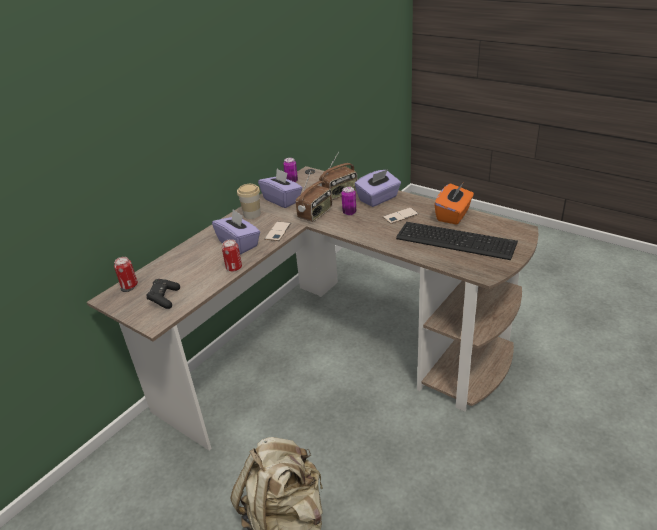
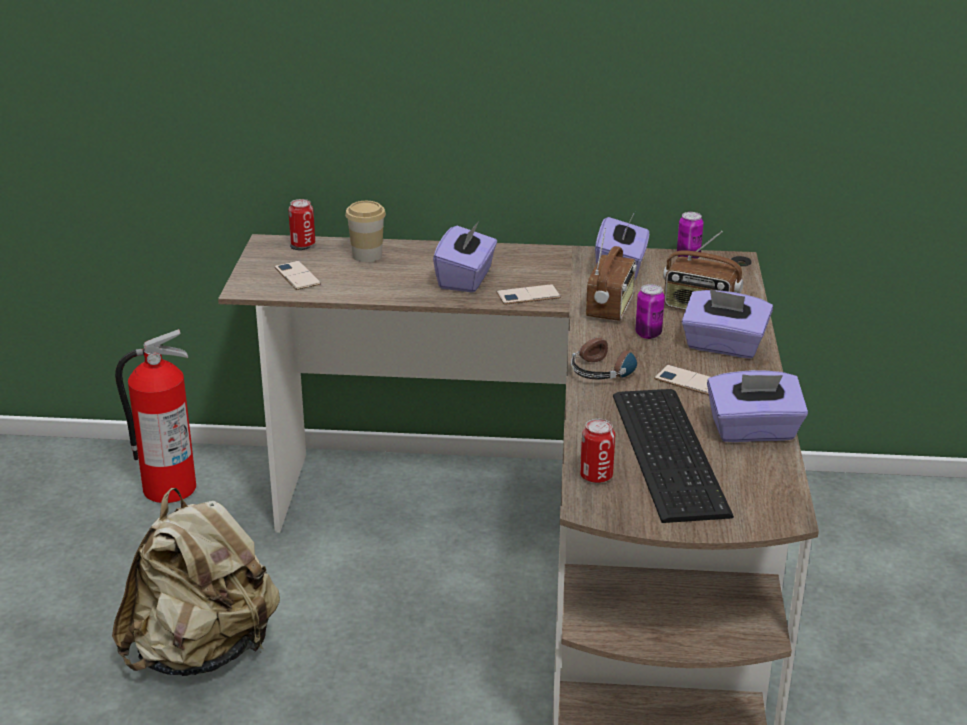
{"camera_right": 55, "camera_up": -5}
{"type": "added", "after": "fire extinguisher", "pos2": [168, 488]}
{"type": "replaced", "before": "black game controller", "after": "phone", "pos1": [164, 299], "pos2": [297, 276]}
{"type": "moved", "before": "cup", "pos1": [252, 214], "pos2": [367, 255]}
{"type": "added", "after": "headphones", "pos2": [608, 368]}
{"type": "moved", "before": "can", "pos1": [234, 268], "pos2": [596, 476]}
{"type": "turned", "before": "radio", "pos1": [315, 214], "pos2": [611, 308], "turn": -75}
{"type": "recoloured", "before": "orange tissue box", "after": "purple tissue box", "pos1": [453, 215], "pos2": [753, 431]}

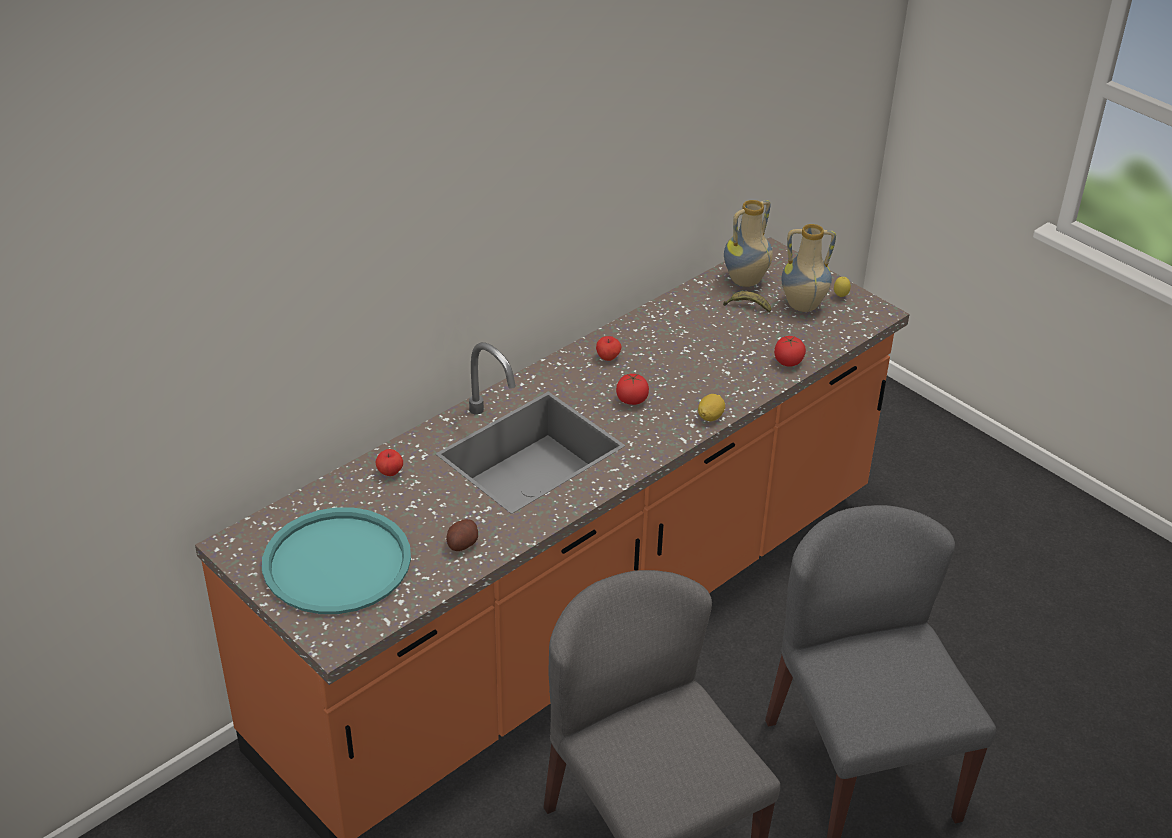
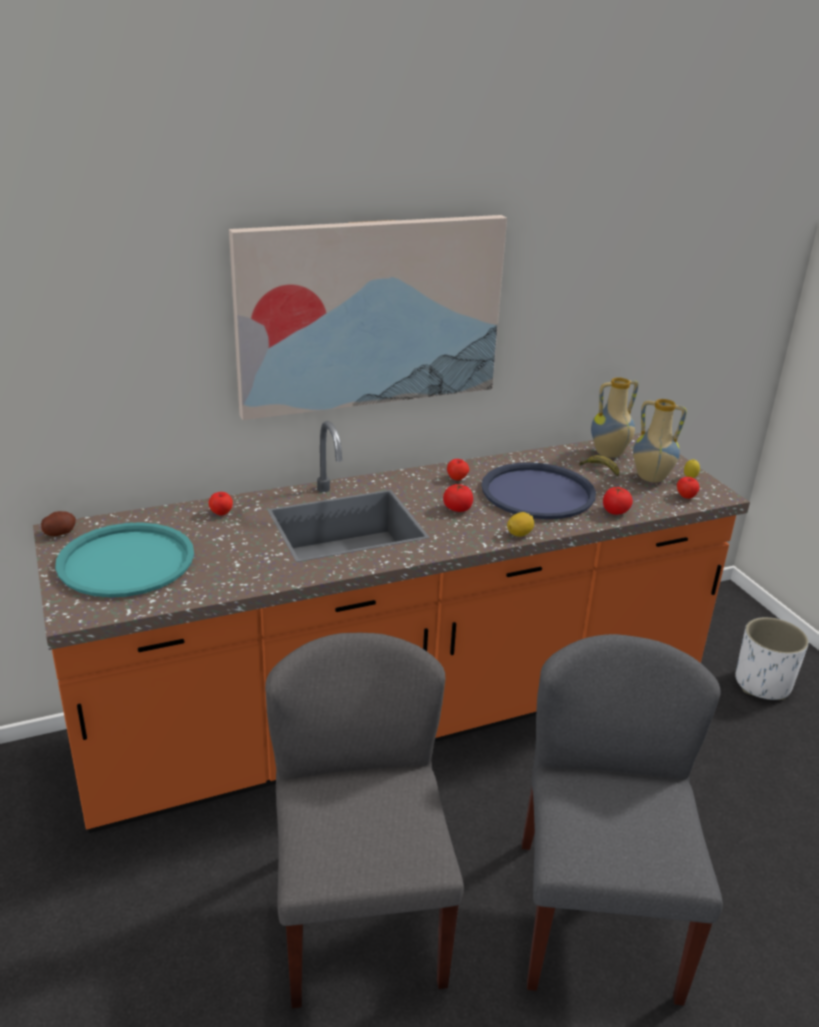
{"camera_right": 20, "camera_up": -10}
{"type": "moved", "before": "potato", "pos1": [462, 544], "pos2": [60, 533]}
{"type": "added", "after": "picture", "pos2": [370, 314]}
{"type": "added", "after": "blue tray", "pos2": [538, 492]}
{"type": "added", "after": "apple", "pos2": [685, 496]}
{"type": "added", "after": "white planter", "pos2": [762, 684]}

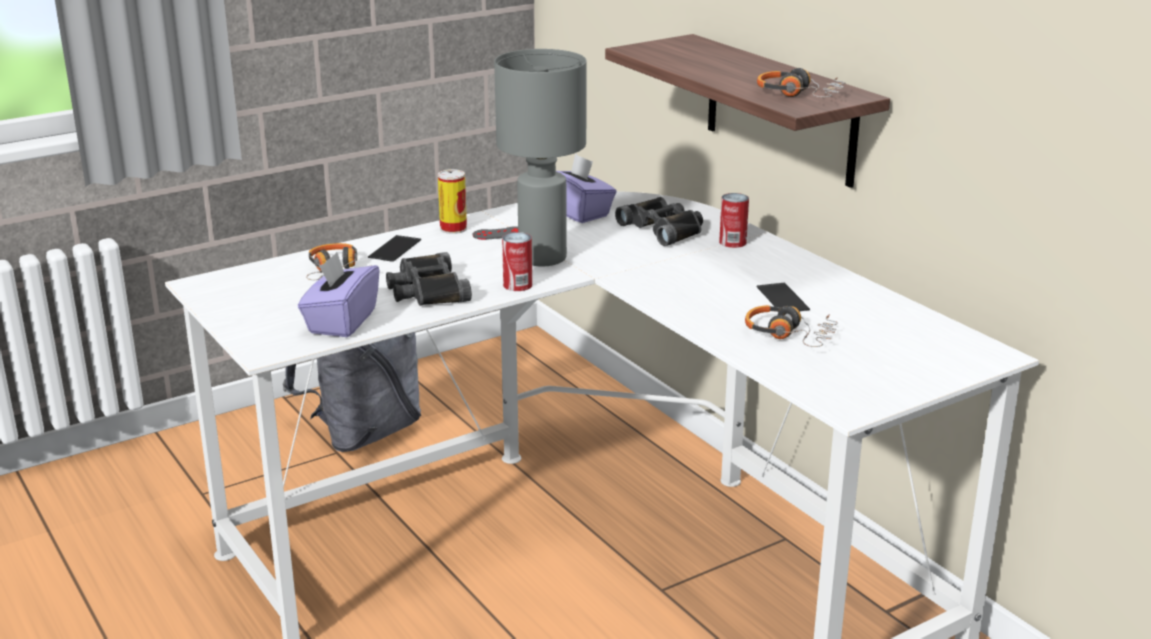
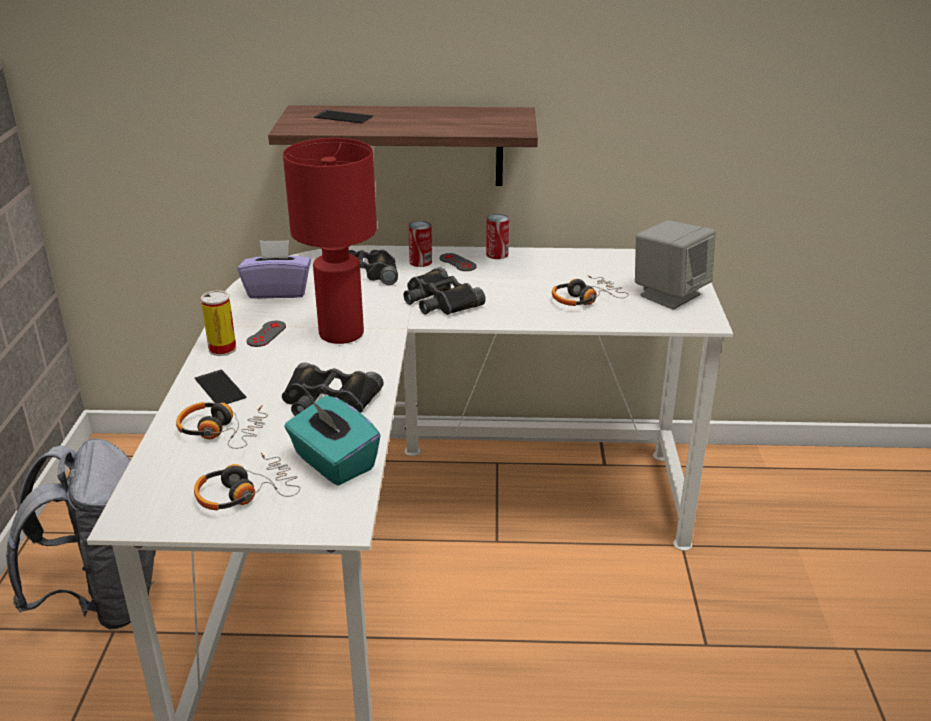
{"camera_right": -55, "camera_up": 5}
{"type": "moved", "before": "headphones", "pos1": [799, 94], "pos2": [246, 493]}
{"type": "recoloured", "before": "grey table lamp", "after": "red table lamp", "pos1": [541, 258], "pos2": [340, 334]}
{"type": "recoloured", "before": "purple tissue box", "after": "turquoise tissue box", "pos1": [341, 321], "pos2": [333, 463]}
{"type": "moved", "before": "phone", "pos1": [782, 298], "pos2": [343, 117]}
{"type": "added", "after": "black binoculars", "pos2": [439, 301]}
{"type": "added", "after": "grey game controller", "pos2": [457, 262]}
{"type": "moved", "before": "can", "pos1": [517, 285], "pos2": [497, 254]}
{"type": "added", "after": "grey speaker", "pos2": [669, 295]}

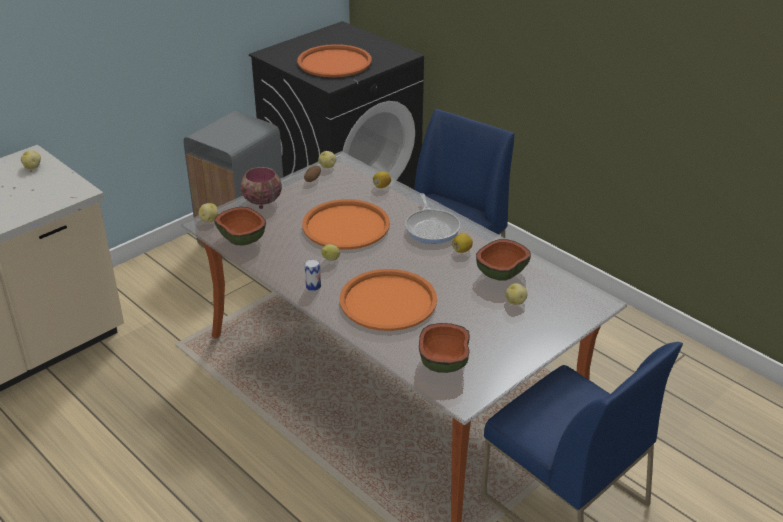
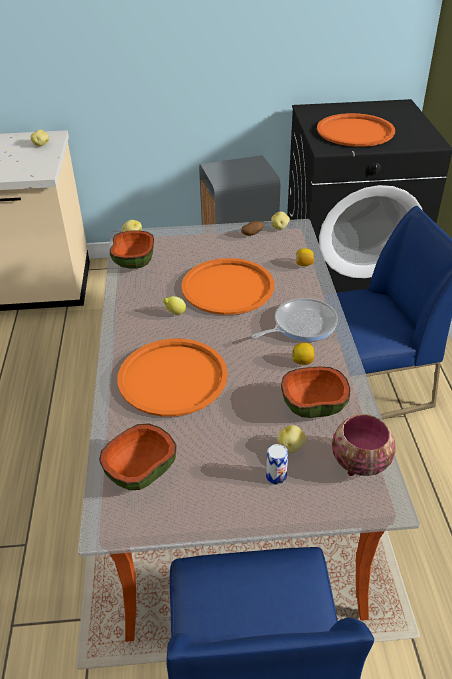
{"camera_right": 40, "camera_up": 5}
{"type": "turned", "before": "frying pan", "pos1": [432, 228], "pos2": [301, 325], "turn": -150}
{"type": "moved", "before": "can", "pos1": [313, 286], "pos2": [276, 476]}
{"type": "moved", "before": "bowl", "pos1": [261, 202], "pos2": [358, 462]}

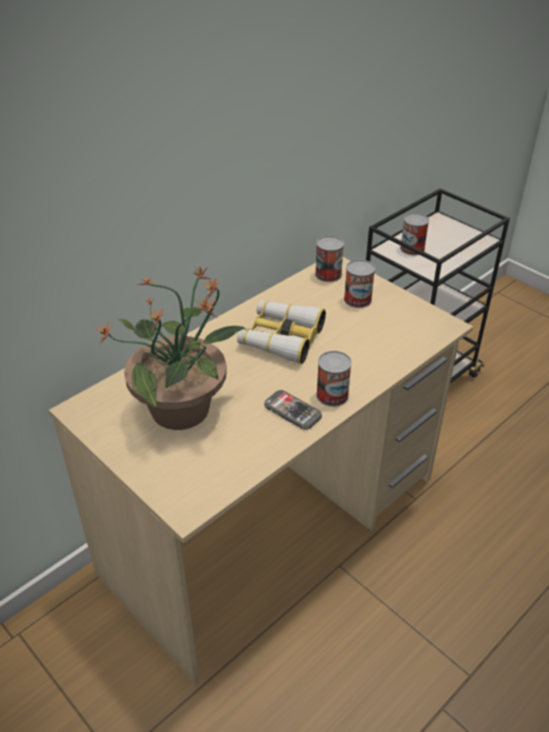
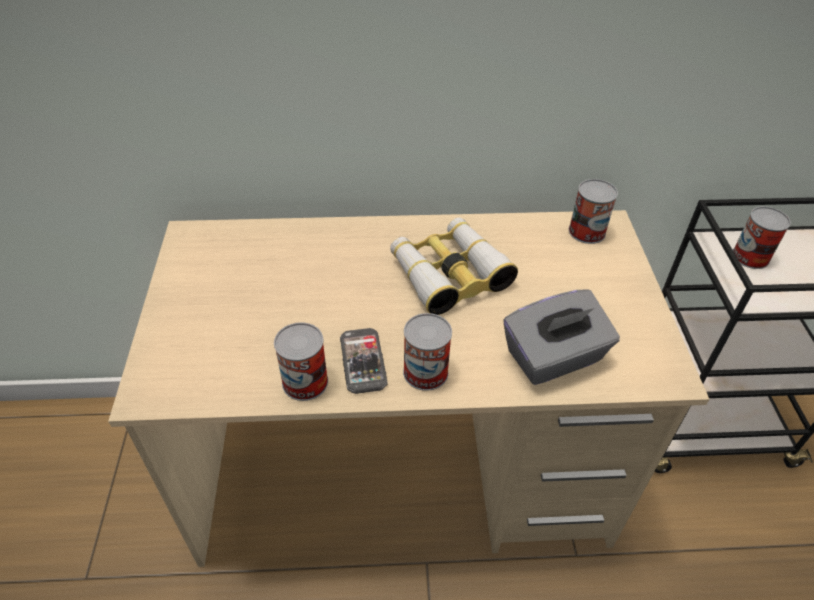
{"camera_right": 40, "camera_up": 5}
{"type": "moved", "before": "can", "pos1": [357, 299], "pos2": [305, 382]}
{"type": "added", "after": "grey tissue box", "pos2": [554, 358]}
{"type": "removed", "before": "potted plant", "pos1": [182, 409]}

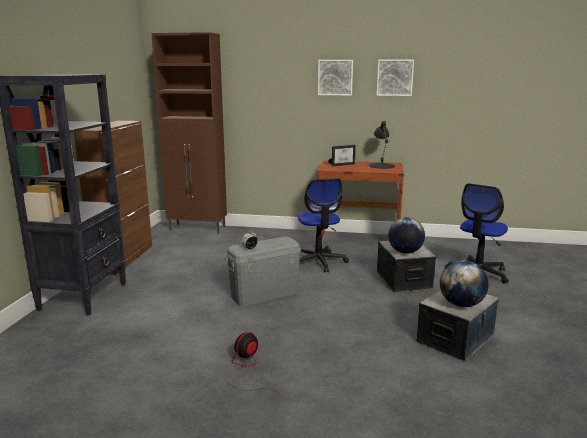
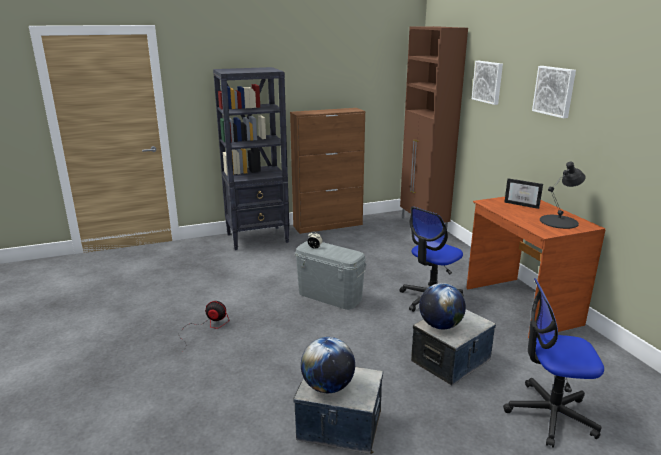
{"camera_right": 60, "camera_up": 5}
{"type": "moved", "before": "picture", "pos1": [394, 77], "pos2": [488, 82]}

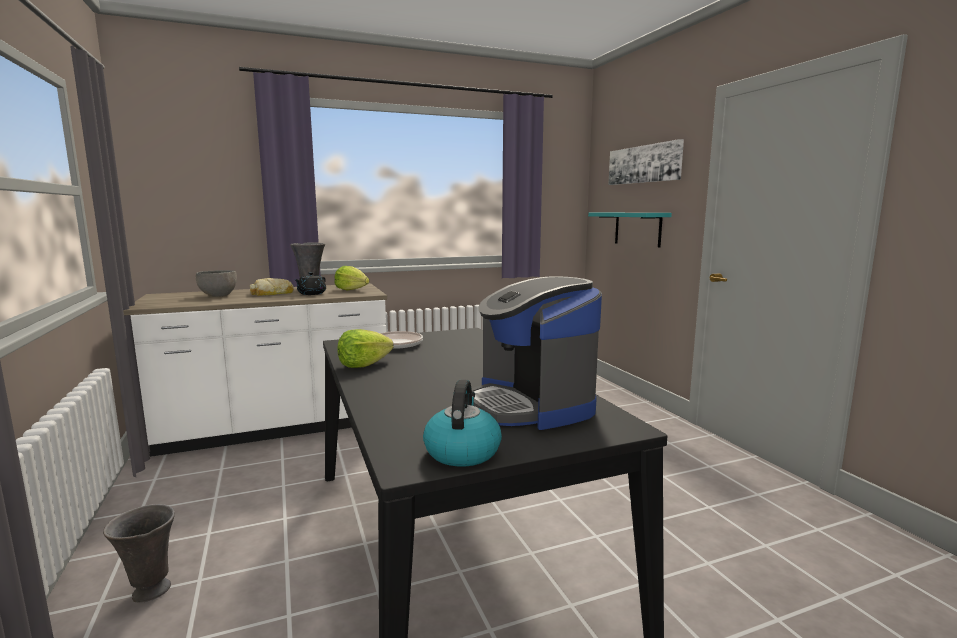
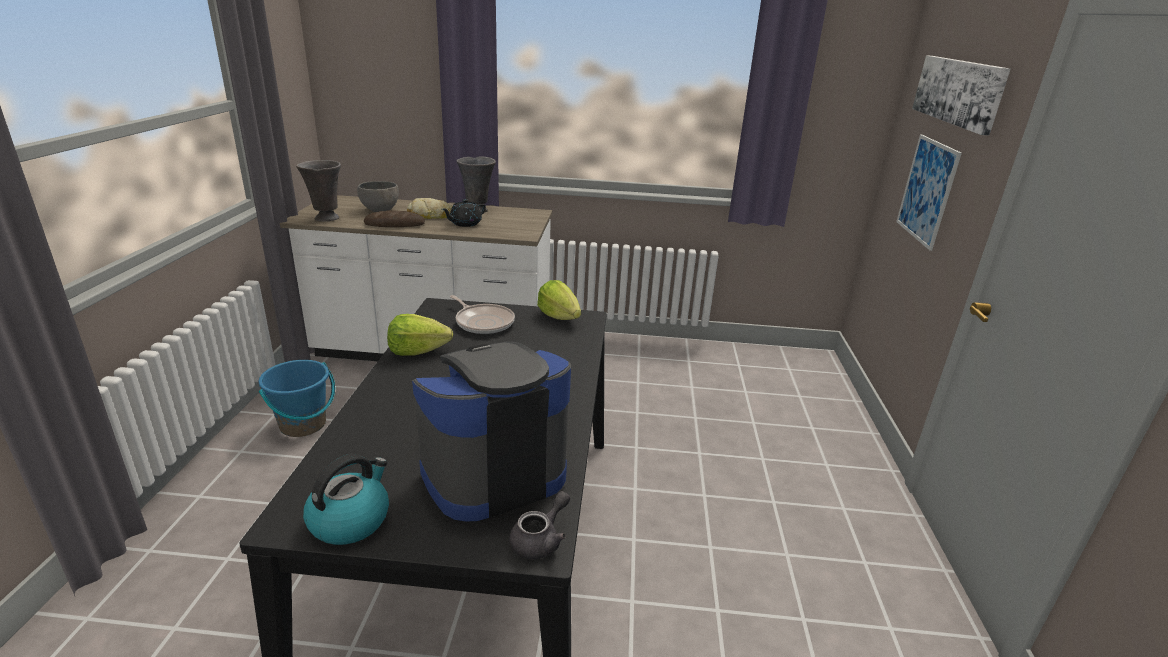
{"camera_right": 25, "camera_up": 15}
{"type": "added", "after": "blue bucket", "pos2": [303, 425]}
{"type": "moved", "before": "grey vase", "pos1": [150, 592], "pos2": [326, 218]}
{"type": "added", "after": "bread", "pos2": [394, 224]}
{"type": "turned", "before": "coffee machine", "pos1": [531, 405], "pos2": [493, 473], "turn": 60}
{"type": "added", "after": "grey teapot", "pos2": [540, 540]}
{"type": "moved", "before": "lettuce", "pos1": [351, 290], "pos2": [559, 316]}
{"type": "replaced", "before": "turquoise shelf", "after": "picture", "pos1": [637, 229], "pos2": [927, 190]}

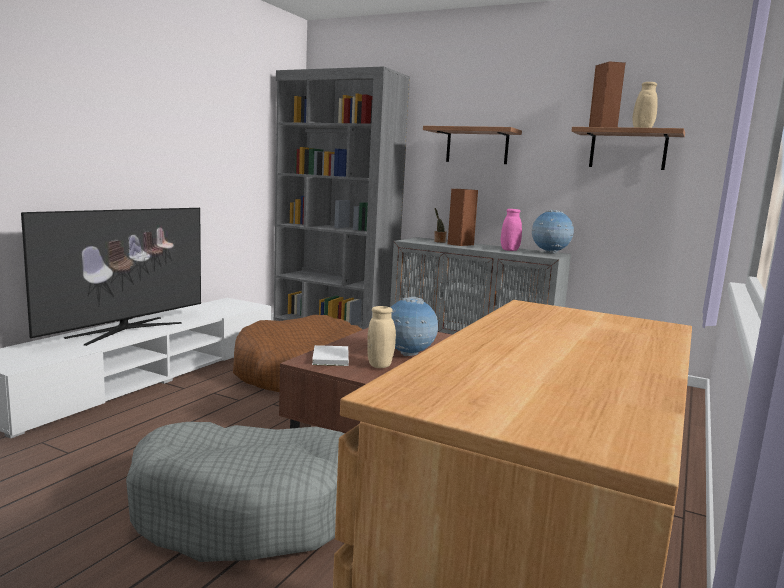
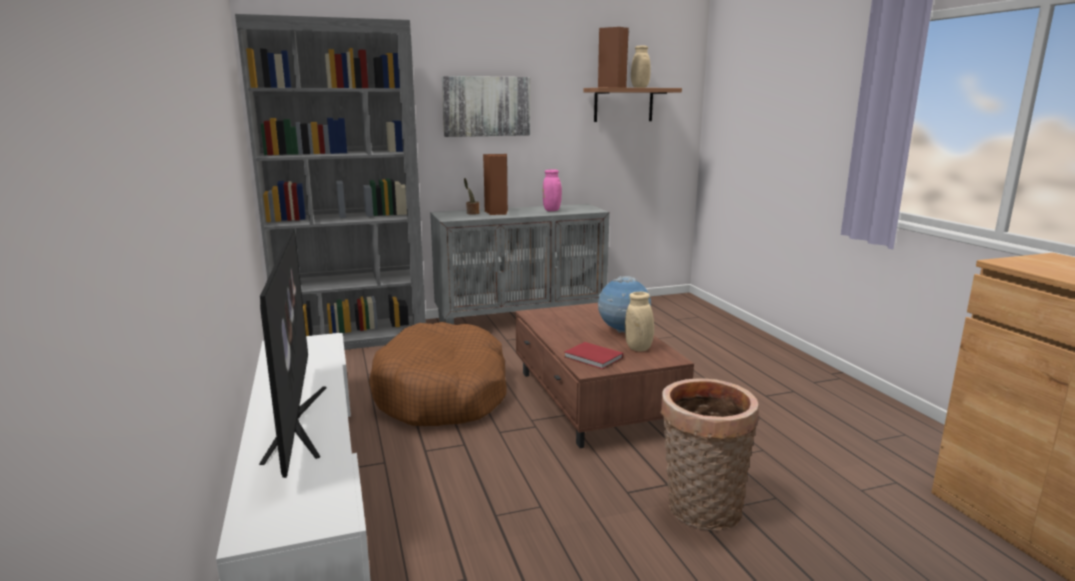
{"camera_right": -45, "camera_up": 5}
{"type": "replaced", "before": "shelf", "after": "picture", "pos1": [477, 146], "pos2": [486, 106]}
{"type": "recoloured", "before": "white book", "after": "red book", "pos1": [330, 358], "pos2": [594, 358]}
{"type": "replaced", "before": "grey dog bed", "after": "basket", "pos1": [251, 510], "pos2": [700, 511]}
{"type": "removed", "before": "globe", "pos1": [550, 253]}

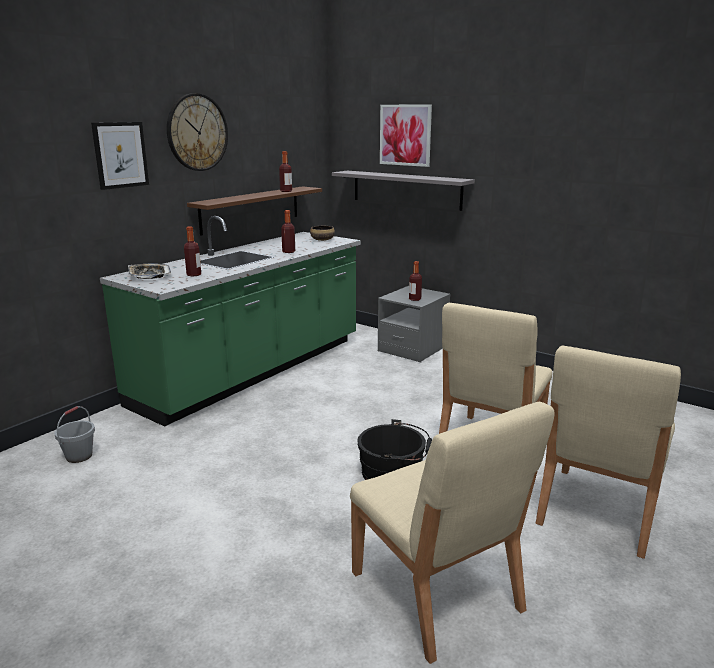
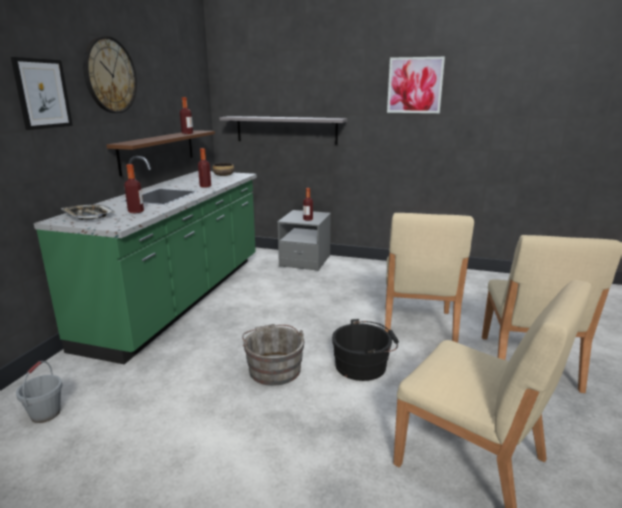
{"camera_right": -20, "camera_up": 0}
{"type": "added", "after": "grey bucket", "pos2": [274, 368]}
{"type": "moved", "before": "picture", "pos1": [405, 135], "pos2": [415, 85]}

